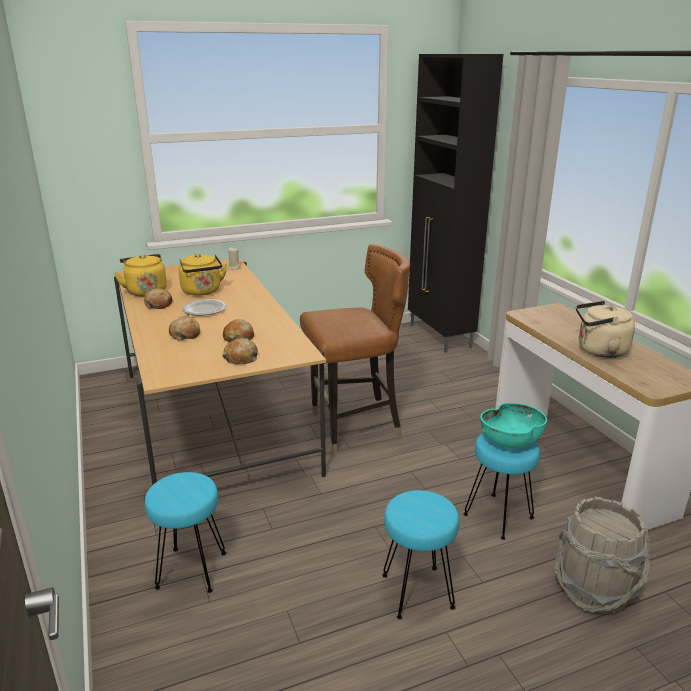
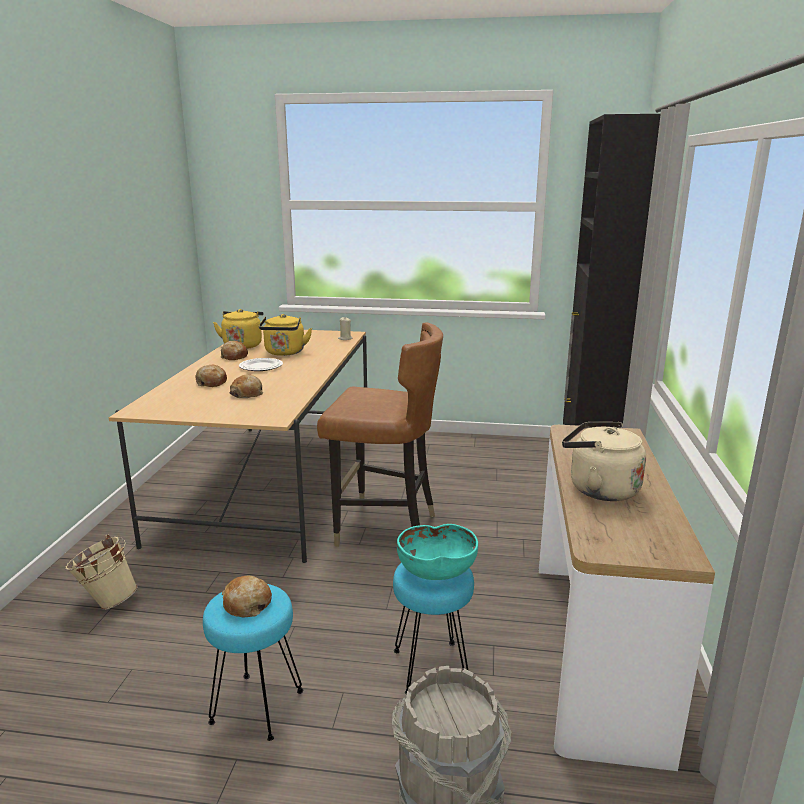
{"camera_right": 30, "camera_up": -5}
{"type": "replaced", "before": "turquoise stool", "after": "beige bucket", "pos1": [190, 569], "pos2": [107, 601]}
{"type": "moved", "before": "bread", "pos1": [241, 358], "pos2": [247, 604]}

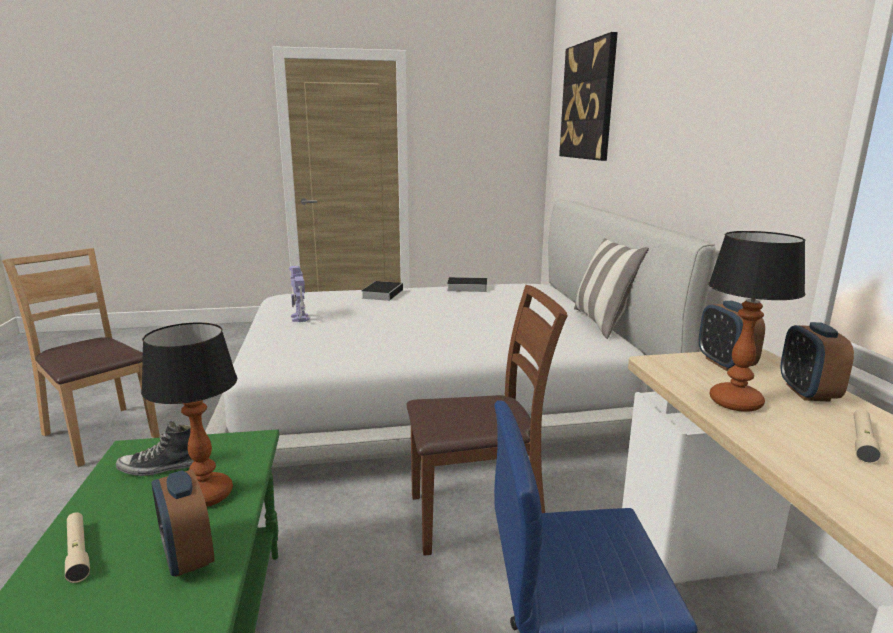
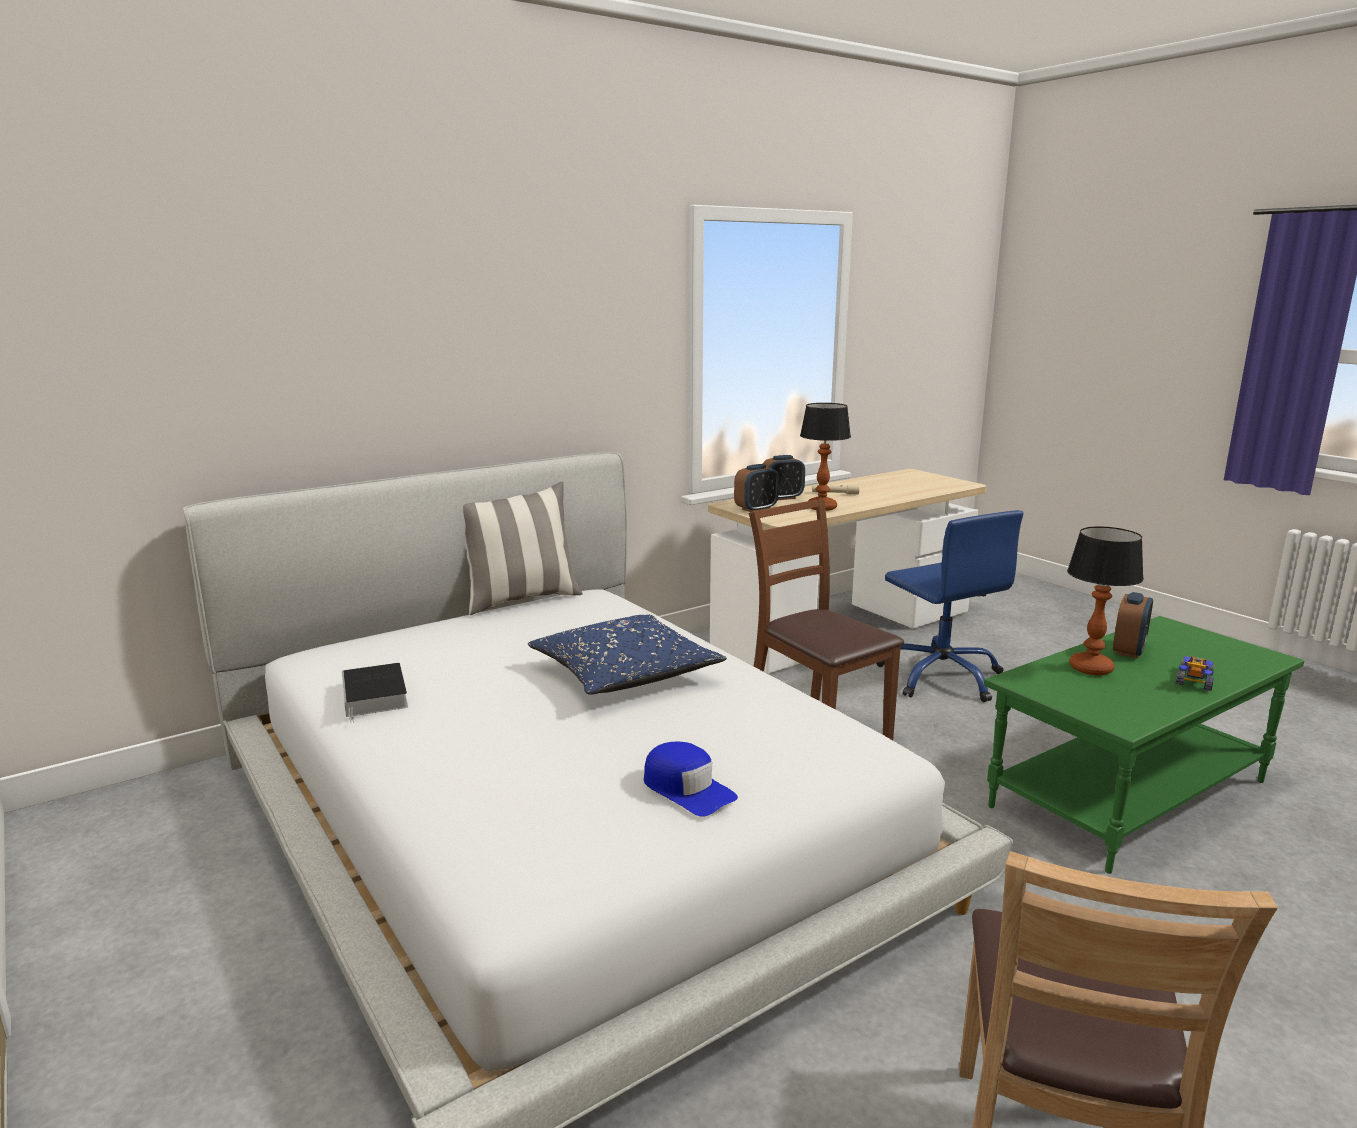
{"camera_right": -115, "camera_up": 0}
{"type": "added", "after": "blue pillow", "pos2": [624, 674]}
{"type": "replaced", "before": "toy robot", "after": "blue cap", "pos1": [300, 318], "pos2": [687, 789]}
{"type": "replaced", "before": "beige flashlight", "after": "toy car", "pos1": [78, 552], "pos2": [1194, 680]}
{"type": "removed", "before": "shoe", "pos1": [161, 467]}
{"type": "removed", "before": "book", "pos1": [382, 293]}
{"type": "removed", "before": "picture", "pos1": [588, 101]}

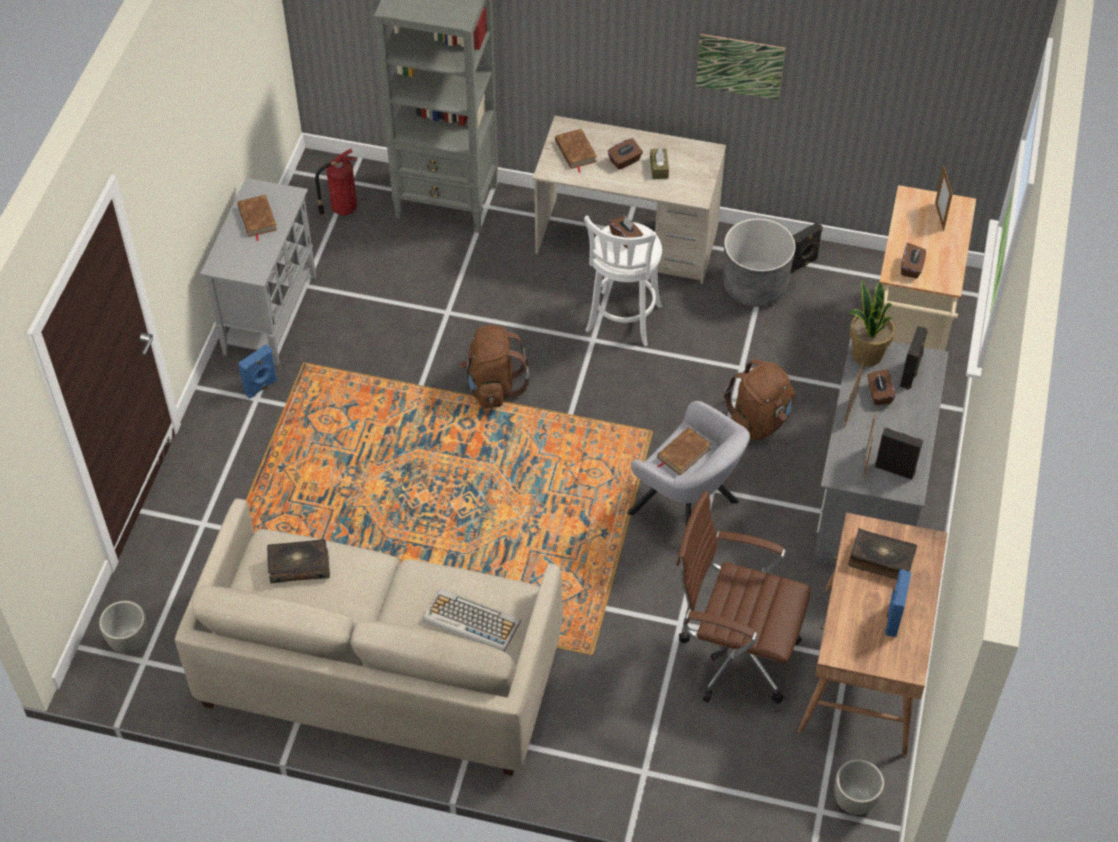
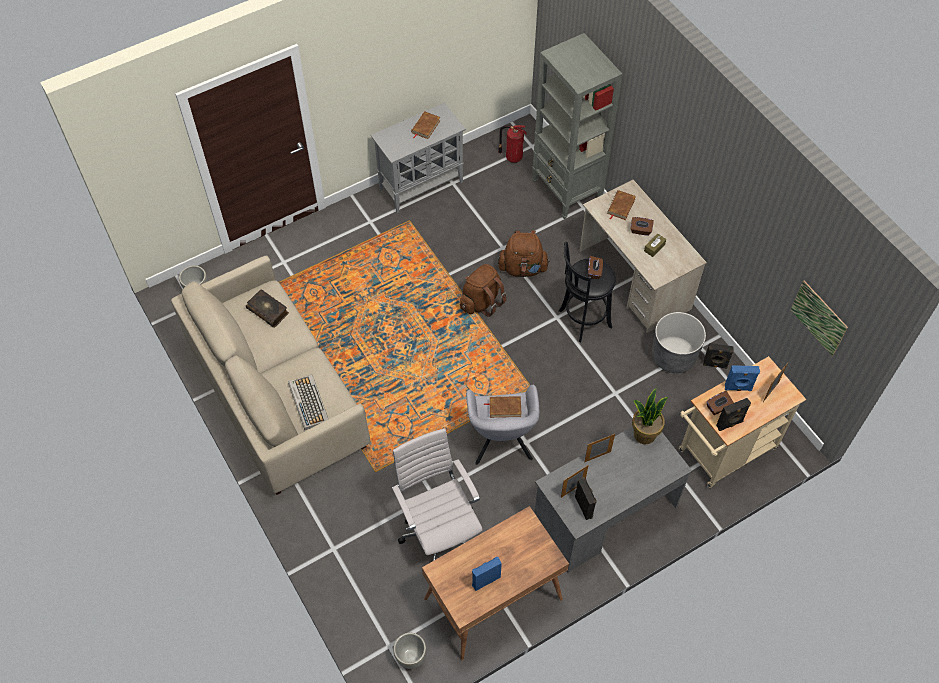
{"camera_right": 45, "camera_up": 5}
{"type": "recoloured", "before": "brown office chair", "after": "white office chair", "pos1": [733, 654], "pos2": [439, 532]}
{"type": "moved", "before": "brown backpack", "pos1": [758, 422], "pos2": [523, 268]}
{"type": "recoloured", "before": "white stool", "after": "black stool", "pos1": [622, 322], "pos2": [582, 320]}
{"type": "moved", "before": "black speaker", "pos1": [910, 374], "pos2": [730, 424]}
{"type": "moved", "before": "blue speaker", "pos1": [261, 387], "pos2": [738, 388]}
{"type": "moved", "before": "picture", "pos1": [740, 66], "pos2": [818, 318]}
{"type": "removed", "before": "book", "pos1": [881, 559]}
{"type": "removed", "before": "brown tissue box", "pos1": [879, 394]}

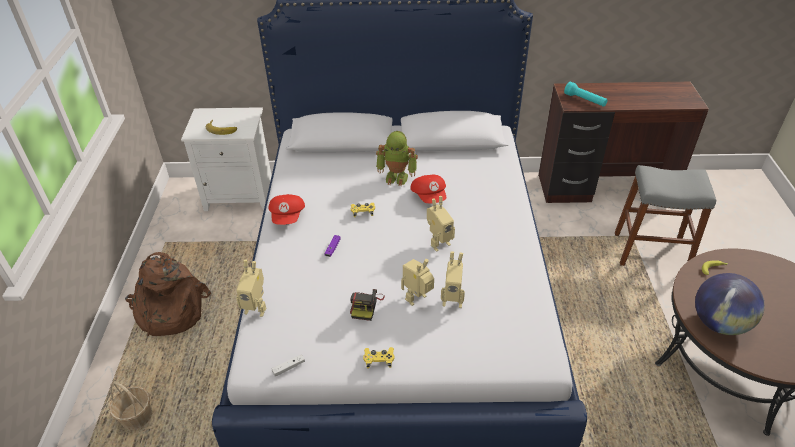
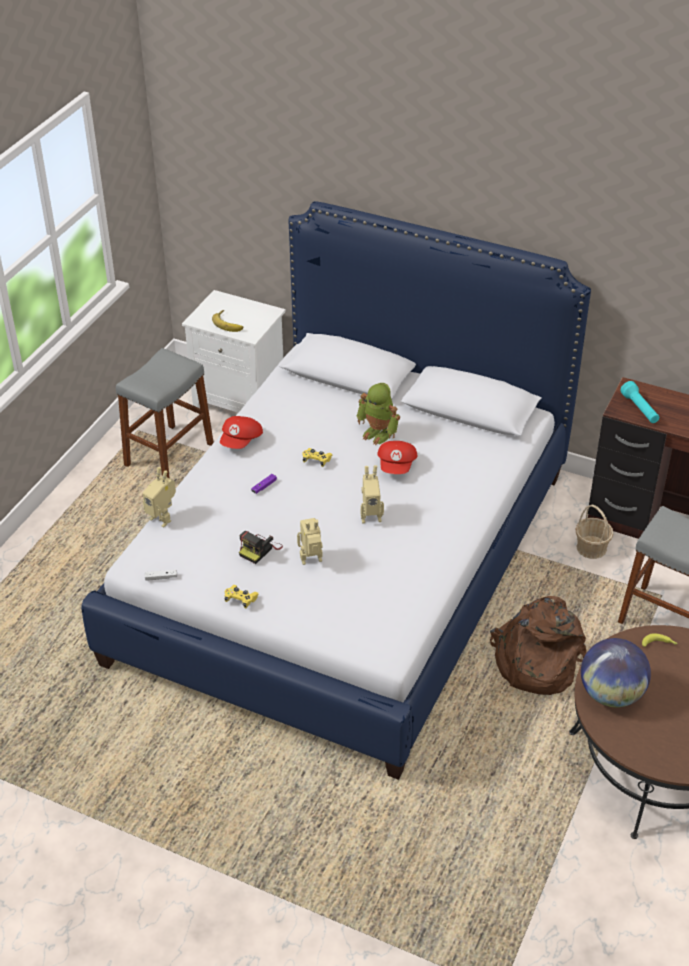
{"camera_right": 25, "camera_up": 0}
{"type": "added", "after": "grey stool", "pos2": [169, 454]}
{"type": "moved", "before": "brown backpack", "pos1": [169, 311], "pos2": [535, 663]}
{"type": "moved", "before": "basket", "pos1": [136, 416], "pos2": [591, 547]}
{"type": "removed", "before": "toy robot", "pos1": [452, 300]}

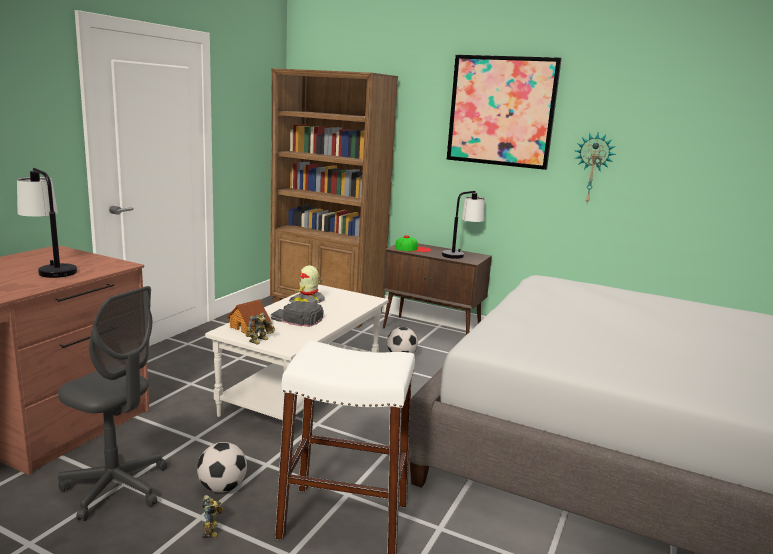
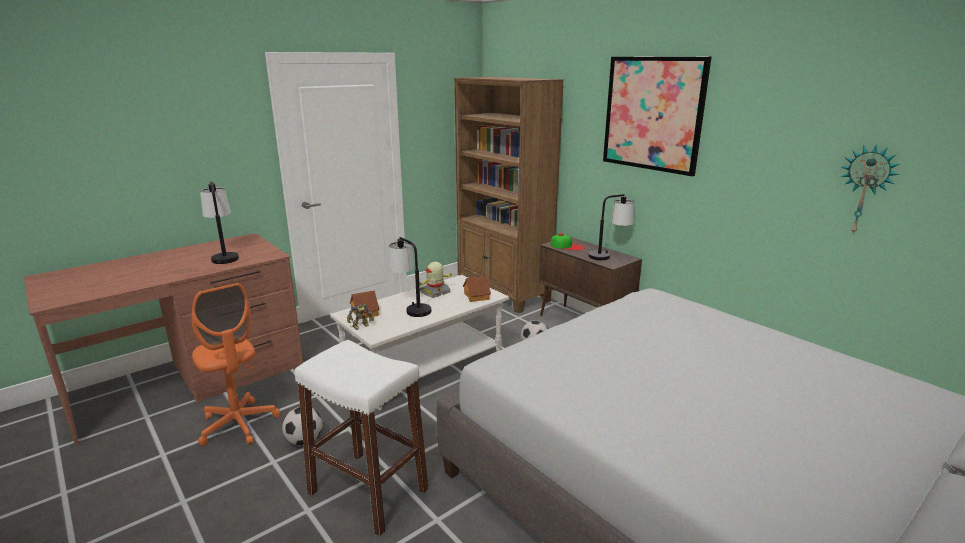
{"camera_right": 25, "camera_up": 5}
{"type": "recoloured", "before": "grey office chair", "after": "orange office chair", "pos1": [116, 488], "pos2": [238, 425]}
{"type": "replaced", "before": "black cap", "after": "table lamp", "pos1": [297, 318], "pos2": [410, 308]}
{"type": "added", "after": "toy house", "pos2": [477, 296]}
{"type": "moved", "before": "wall clock", "pos1": [592, 168], "pos2": [865, 190]}
{"type": "removed", "before": "toy robot", "pos1": [212, 530]}

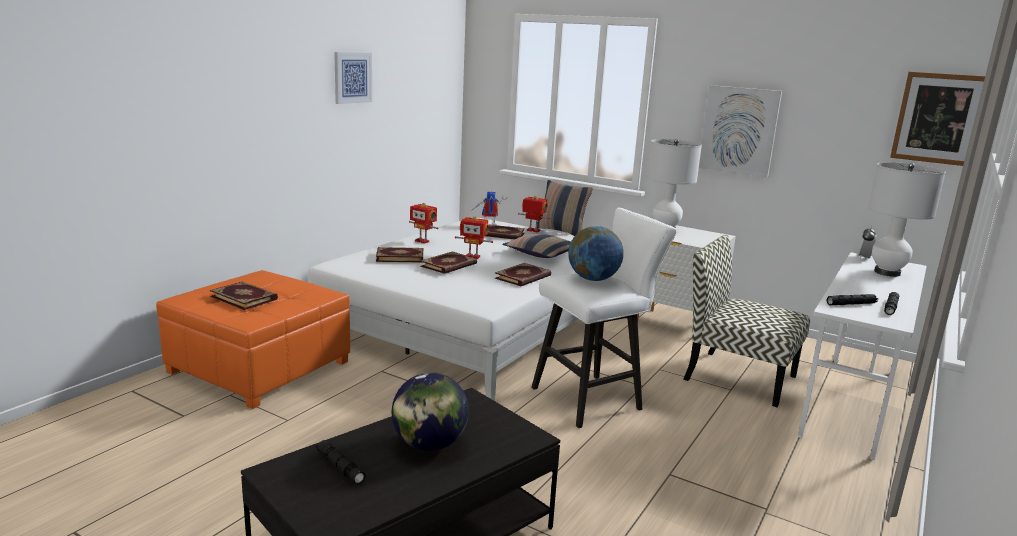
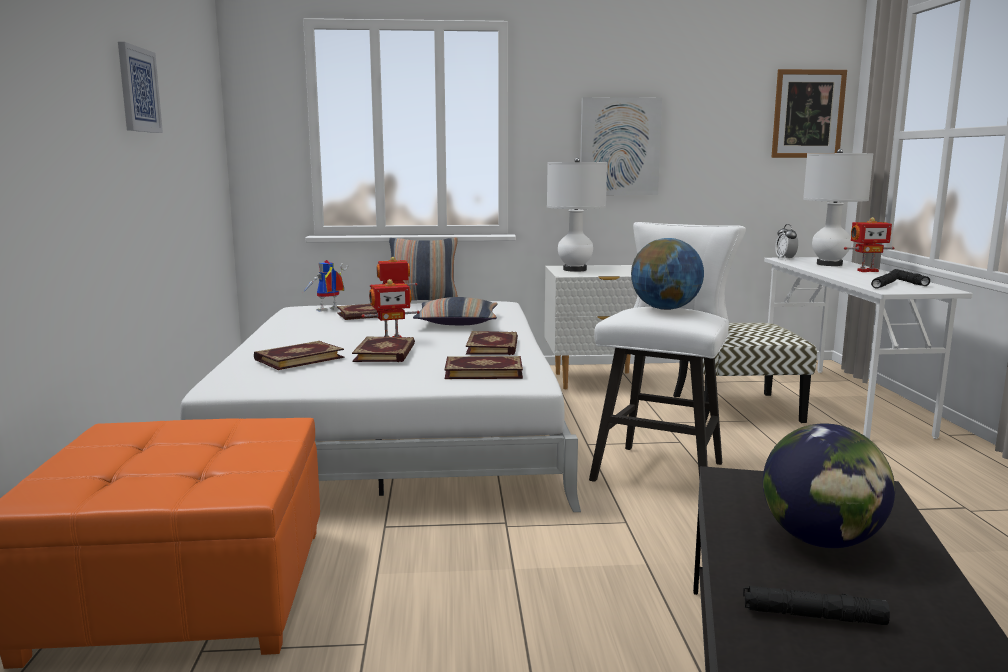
{"camera_right": -35, "camera_up": -5}
{"type": "moved", "before": "book", "pos1": [245, 297], "pos2": [483, 371]}
{"type": "moved", "before": "toy robot", "pos1": [422, 241], "pos2": [867, 271]}

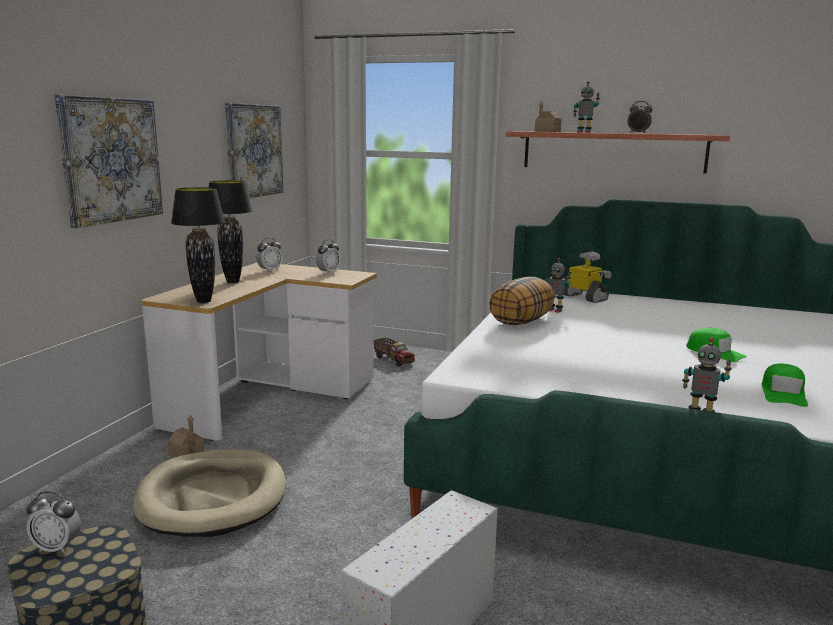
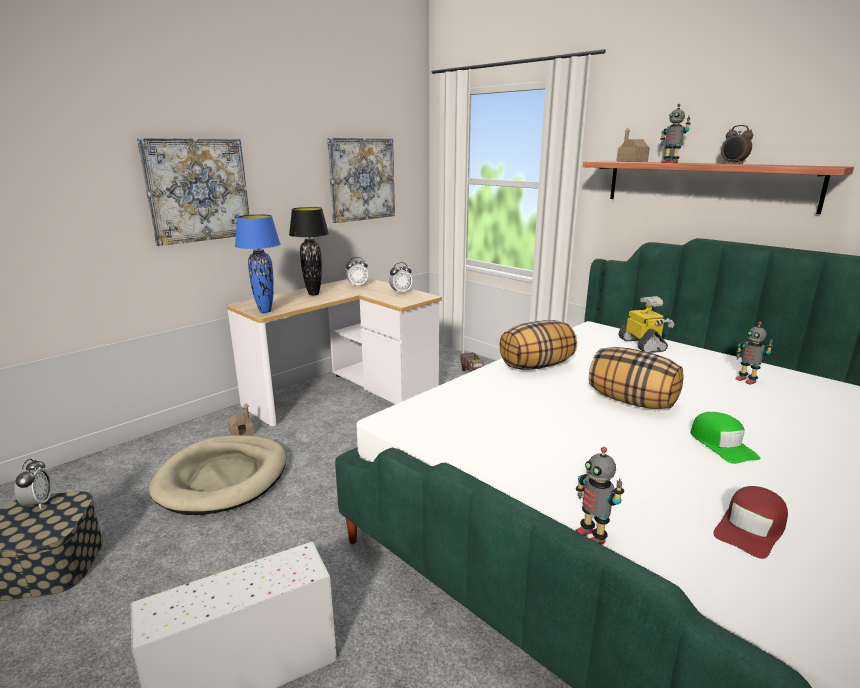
{"camera_right": 25, "camera_up": 5}
{"type": "turned", "before": "alarm clock", "pos1": [57, 548], "pos2": [38, 503], "turn": -135}
{"type": "recoloured", "before": "black table lamp", "after": "blue table lamp", "pos1": [203, 301], "pos2": [264, 311]}
{"type": "added", "after": "pillow", "pos2": [632, 401]}
{"type": "recoloured", "before": "green cap", "after": "red cap", "pos1": [783, 393], "pos2": [751, 528]}
{"type": "moved", "before": "toy robot", "pos1": [554, 310], "pos2": [746, 380]}

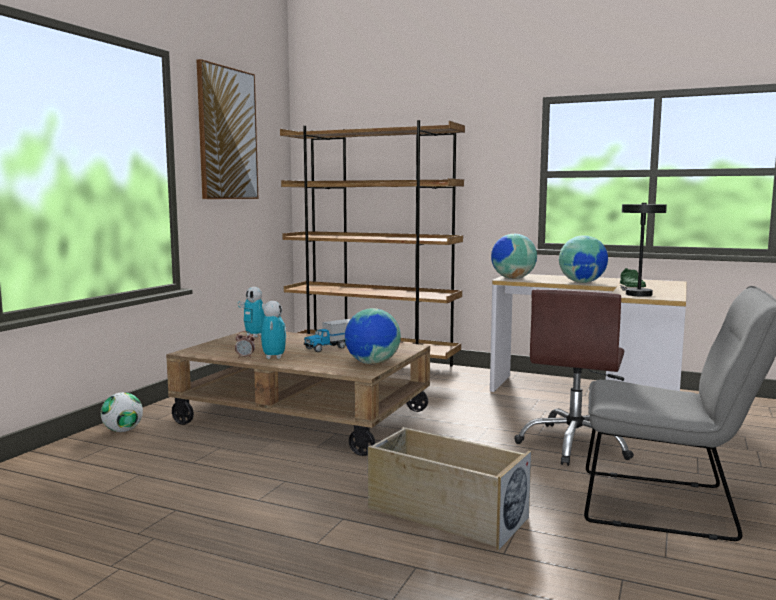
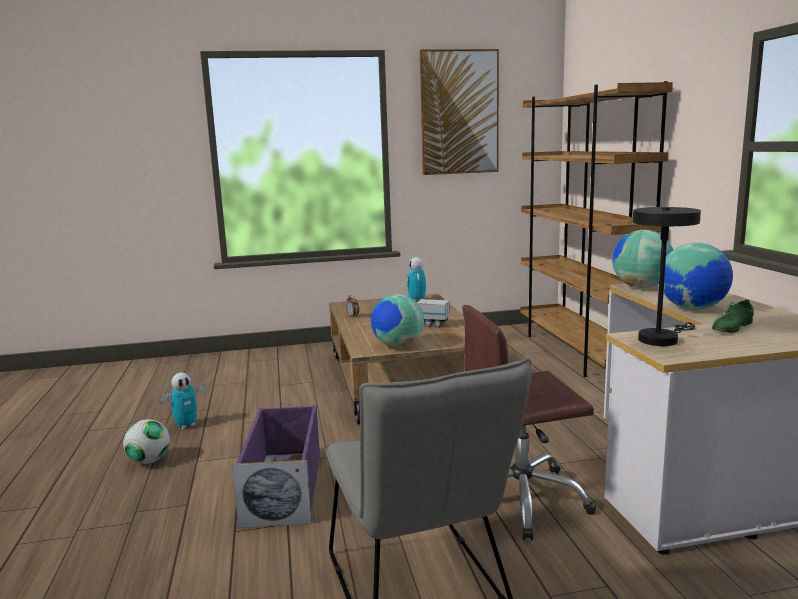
{"camera_right": 55, "camera_up": 5}
{"type": "moved", "before": "football", "pos1": [123, 431], "pos2": [149, 461]}
{"type": "moved", "before": "toy robot", "pos1": [274, 357], "pos2": [186, 425]}
{"type": "recoloured", "before": "beige storage box", "after": "purple storage box", "pos1": [445, 513], "pos2": [284, 487]}

